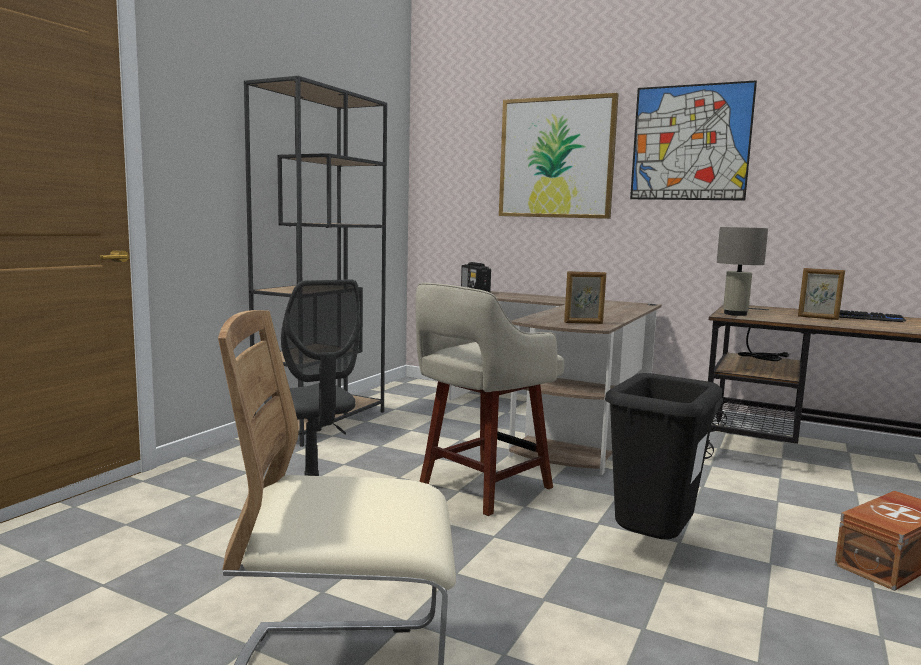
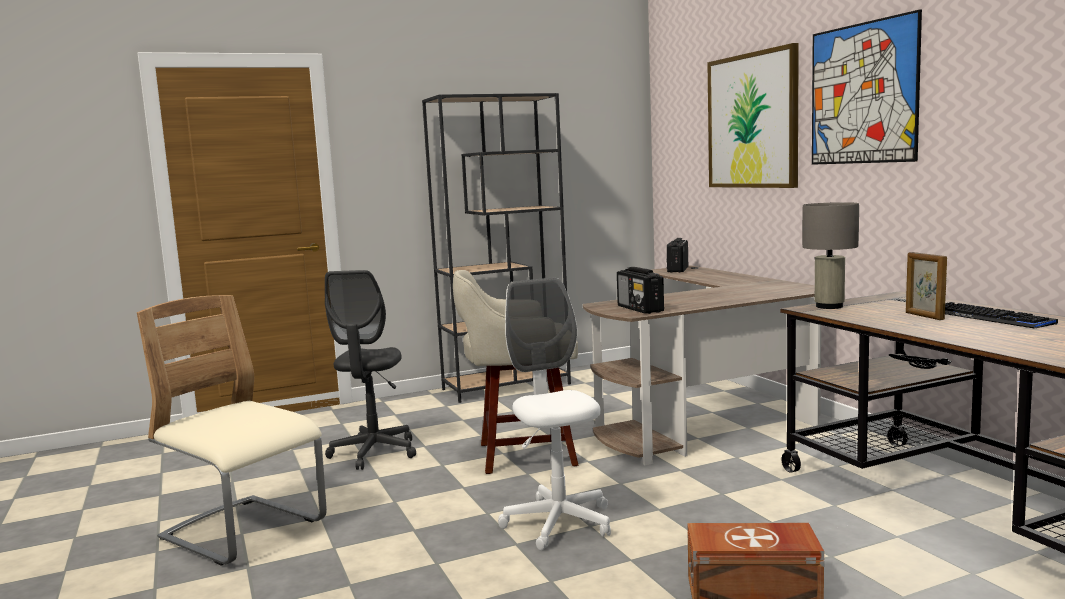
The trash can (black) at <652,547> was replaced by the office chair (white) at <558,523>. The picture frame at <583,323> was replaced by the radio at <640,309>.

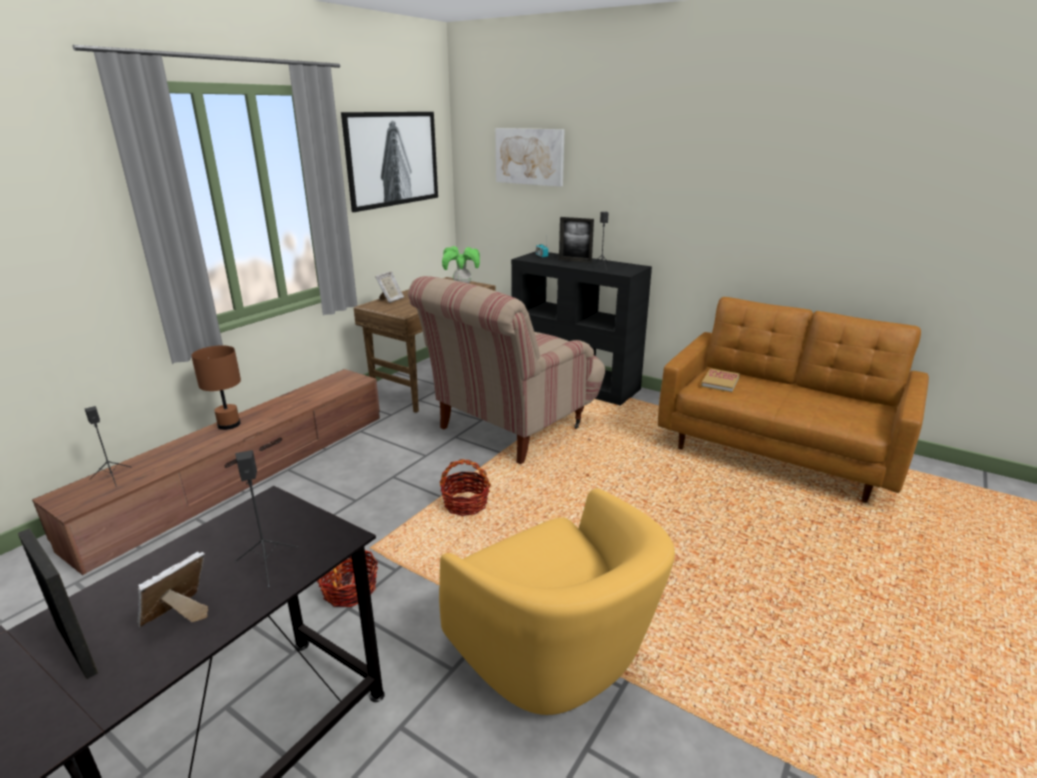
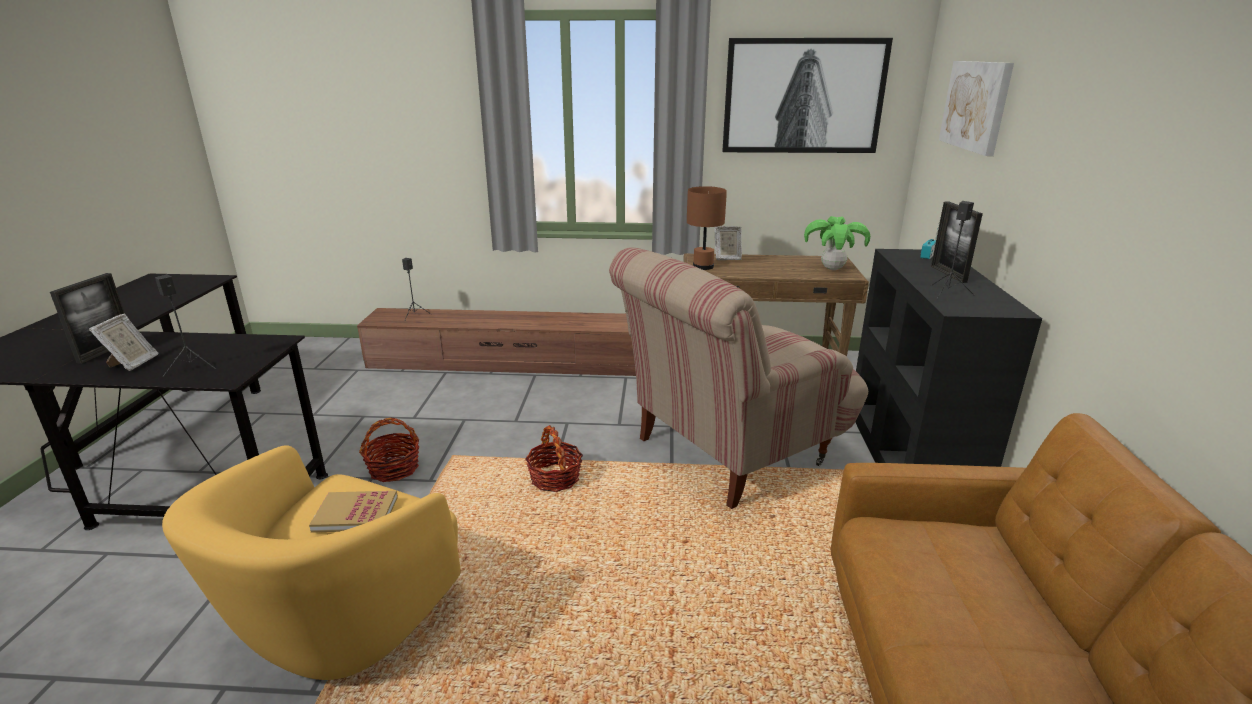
The picture frame at <179,617> turned 90 degrees clockwise. The book moved from <720,382> to <356,514>. The armchair (beige) at <511,428> turned 45 degrees counterclockwise. The table lamp (brown) moved from <229,424> to <703,266>.

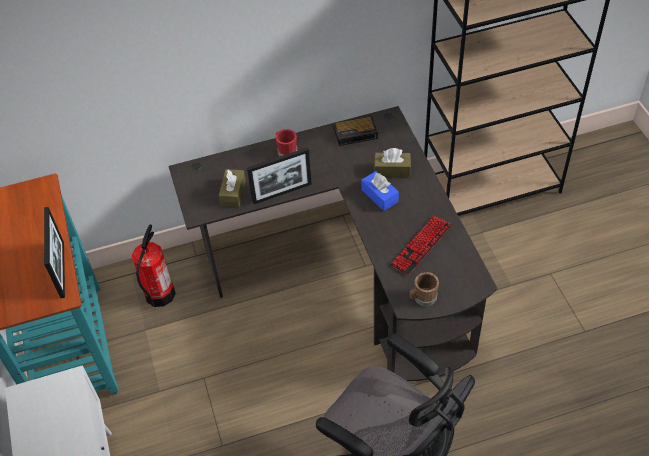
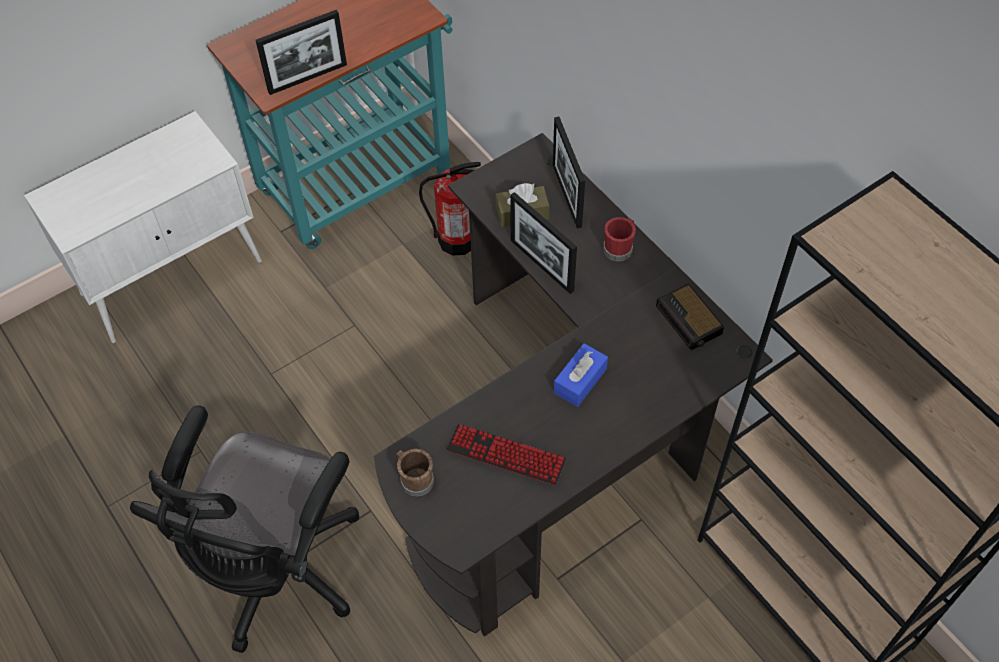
The picture frame at <566,195> appeared. The tissue box (brown) at <392,169> disappeared.

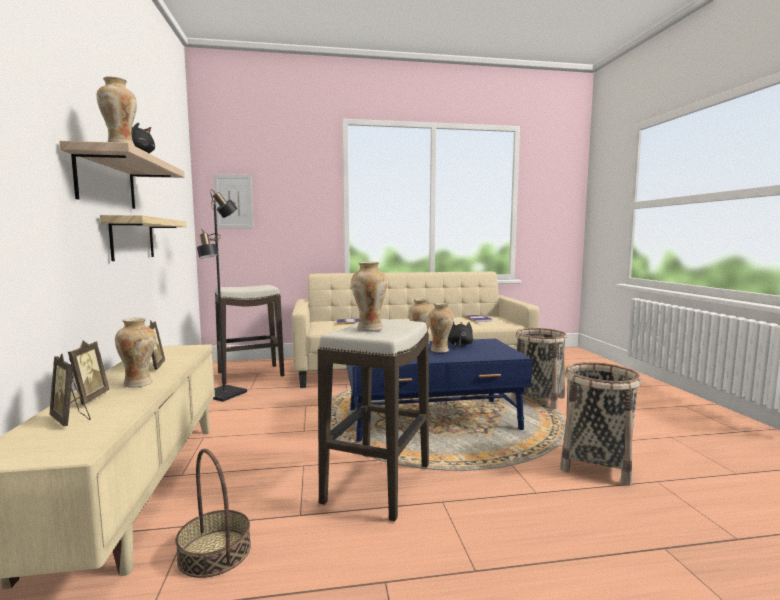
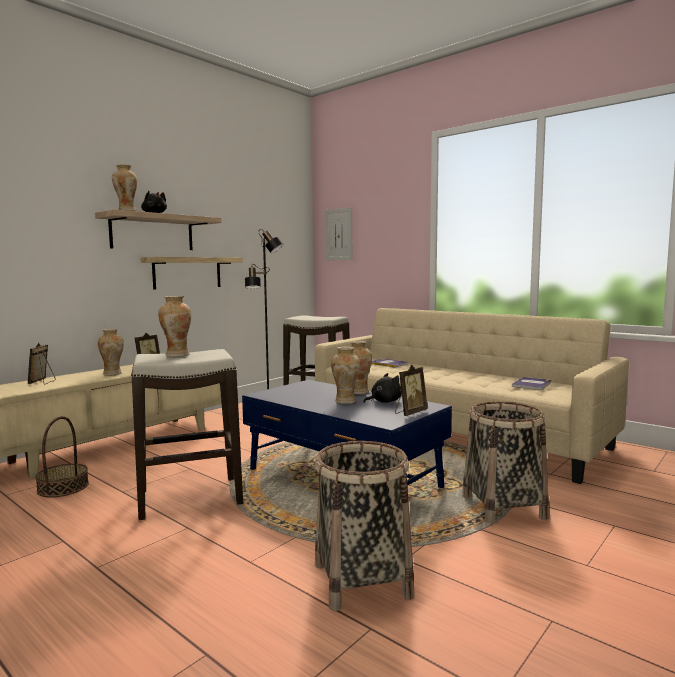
The picture frame moved from <86,399> to <410,413>.

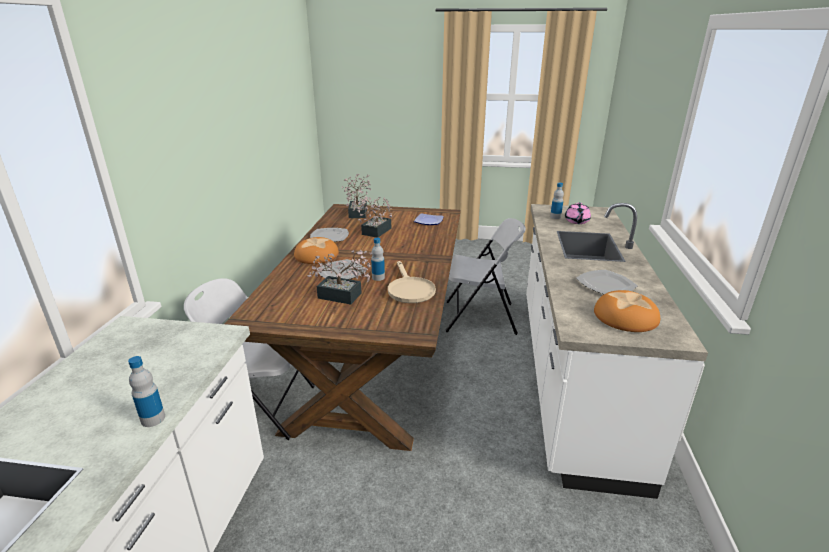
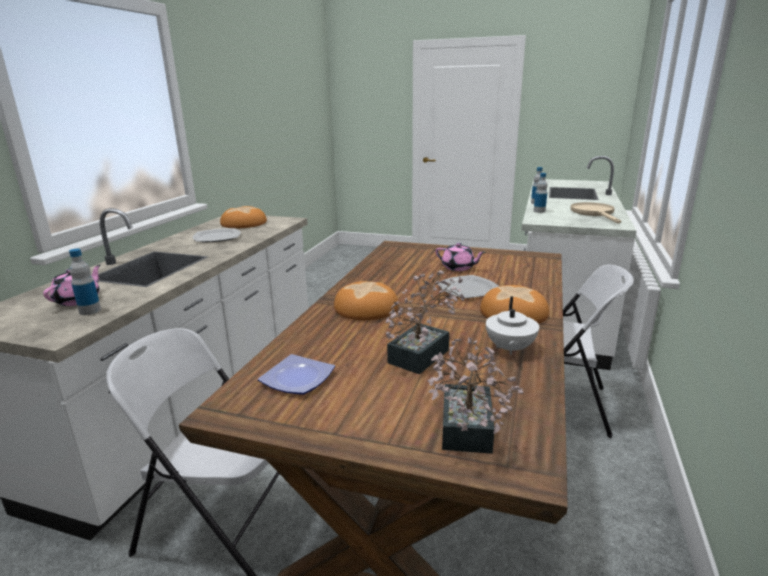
The bread at <367,308> appeared. The potted plant at <344,297> was replaced by the teapot (pink) at <458,268>. The plate at <330,236> was replaced by the teapot (white) at <509,349>. The bottle moved from <378,277> to <539,211>. The frying pan (beige) moved from <409,289> to <595,213>.

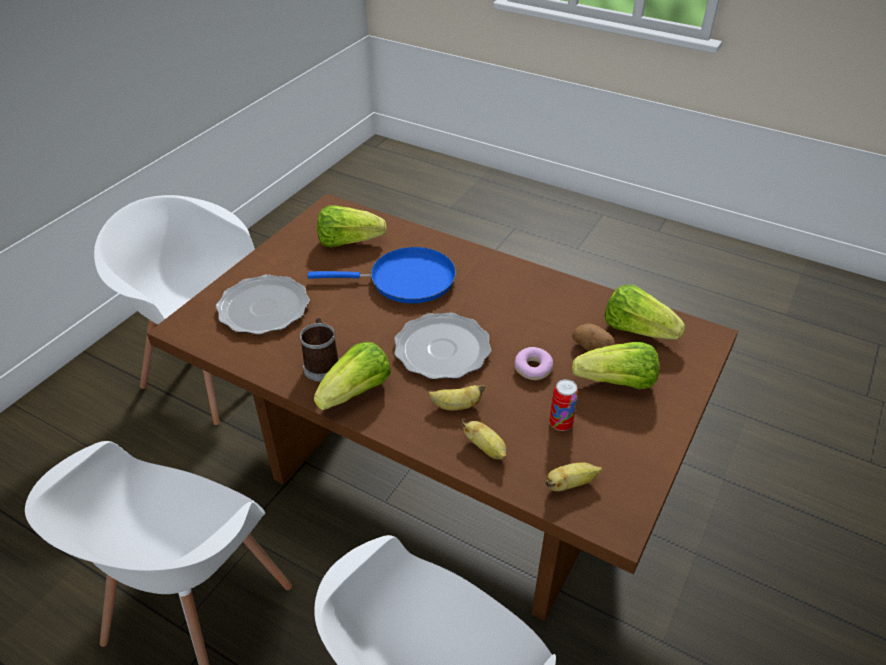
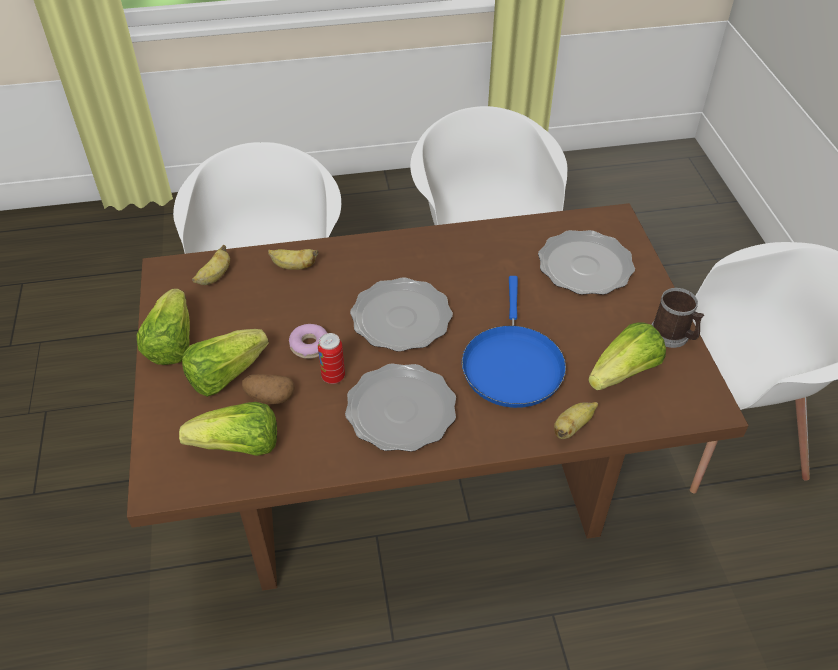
The lettuce moved from <356,392> to <171,343>. The can moved from <560,424> to <333,376>. The plate at <401,410> appeared. The frying pan (blue) at <405,280> turned 45 degrees counterclockwise. The banana moved from <456,406> to <572,427>. The mug moved from <322,364> to <673,335>.

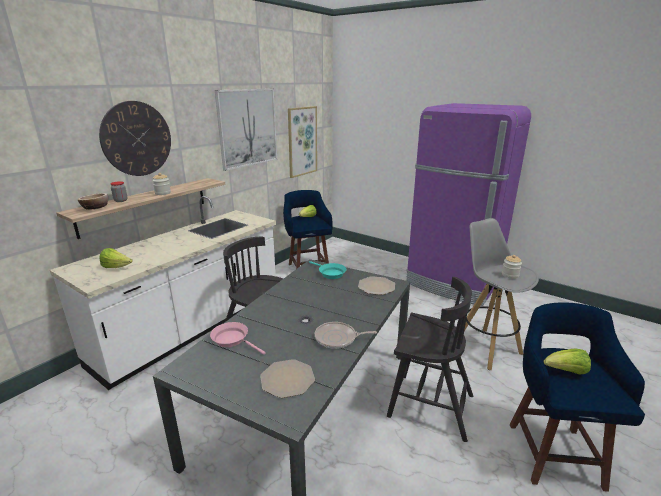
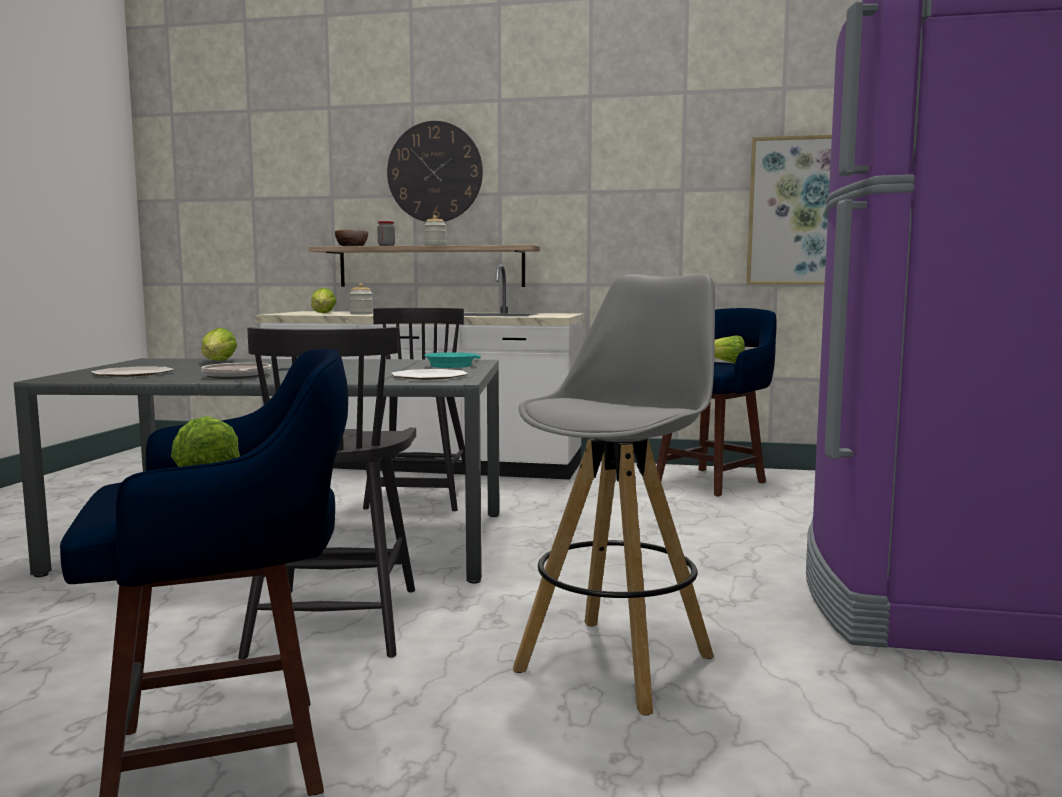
The frying pan (pink) at <233,340> was replaced by the lettuce at <218,361>. The jar moved from <510,275> to <361,314>. The picture at <247,128> disappeared.

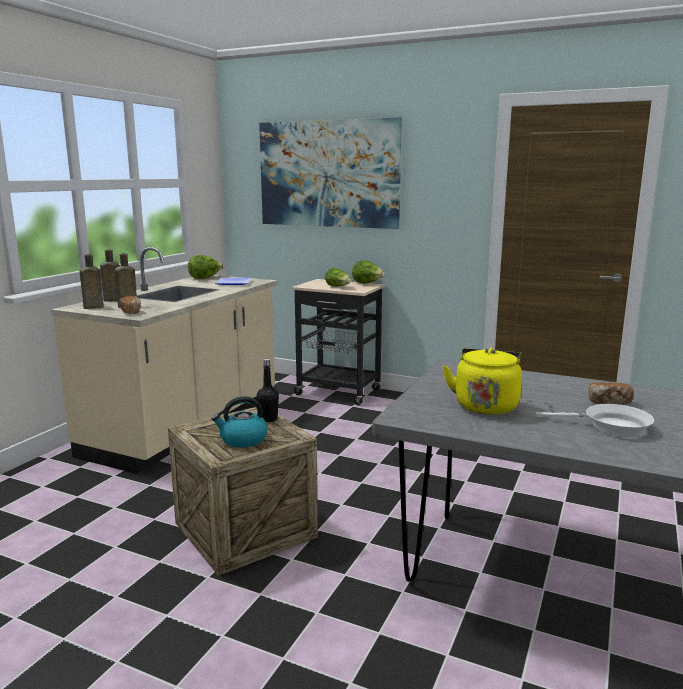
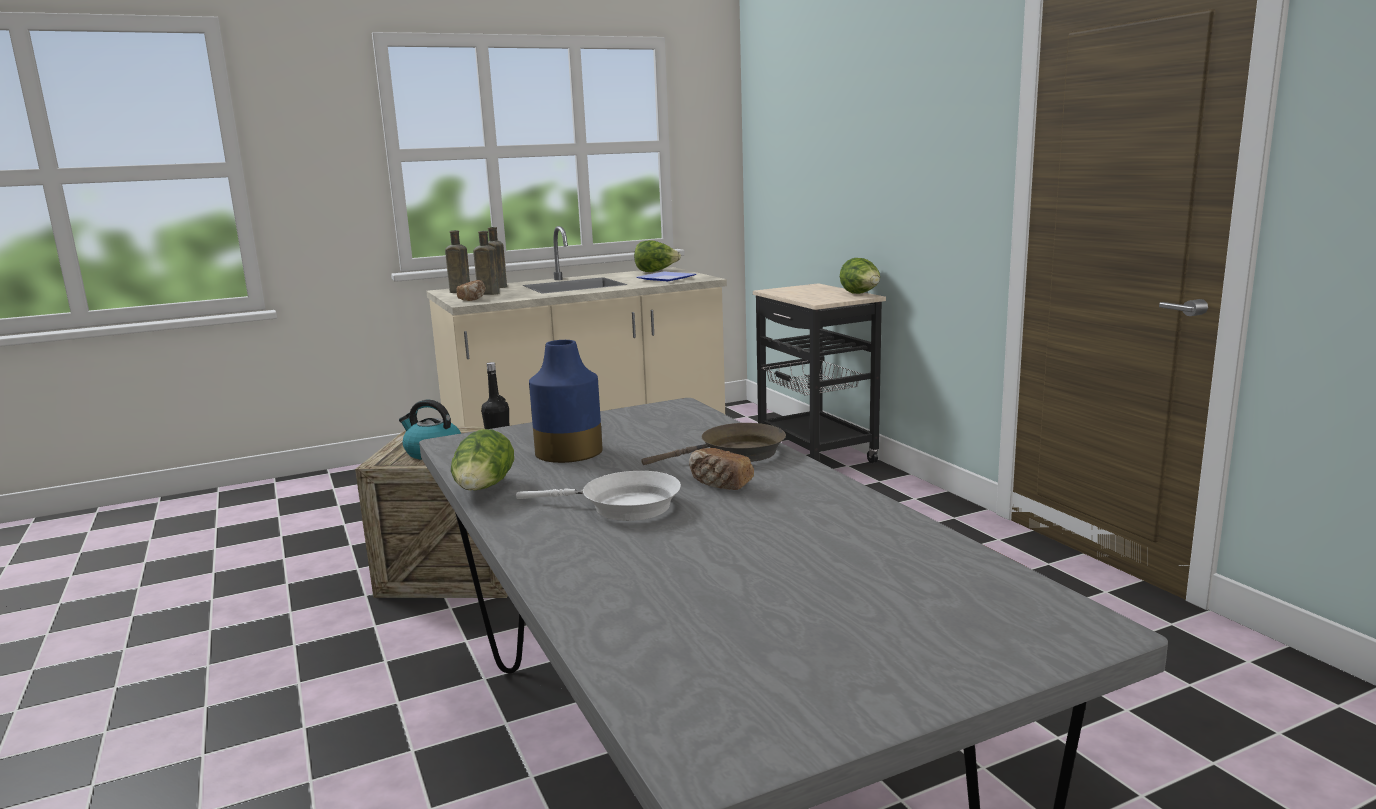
The lettuce moved from <338,287> to <484,489>. The frying pan (white) at <610,427> turned 45 degrees counterclockwise. The kettle (yellow) at <485,405> was replaced by the vase (blue) at <569,451>. The frying pan (brown) at <736,453> appeared. The picture at <328,174> disappeared.

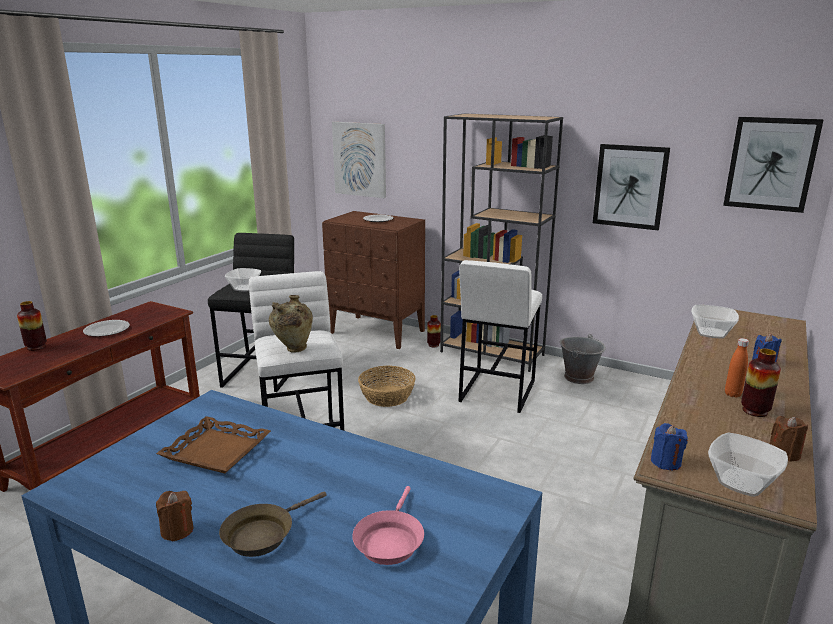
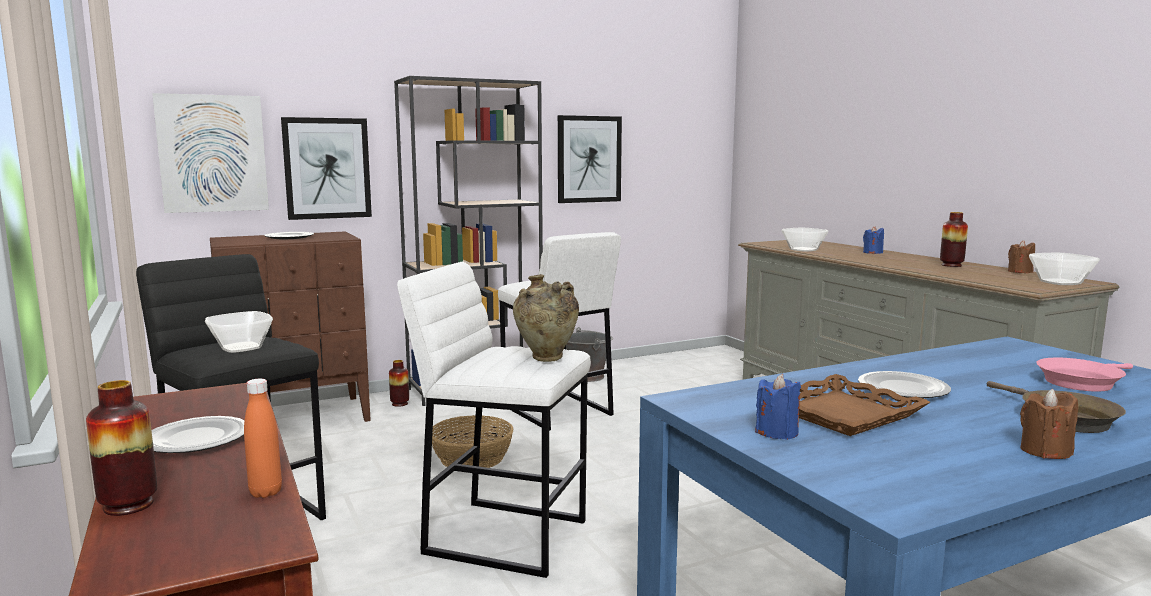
The bottle (orange) moved from <732,394> to <265,492>. The picture moved from <771,164> to <327,168>. The candle (blue) moved from <666,462> to <777,432>. The plate at <902,389> appeared. The frying pan (pink) at <389,540> turned 105 degrees clockwise.

